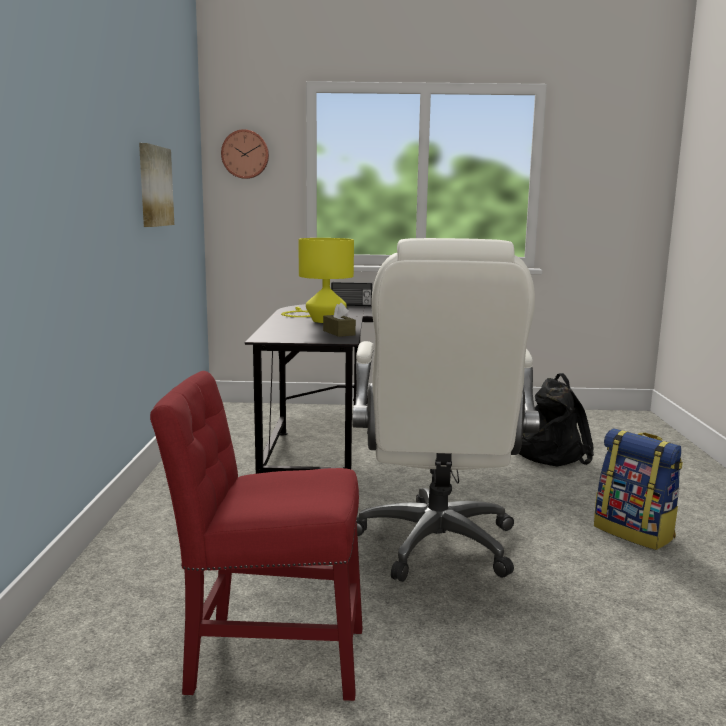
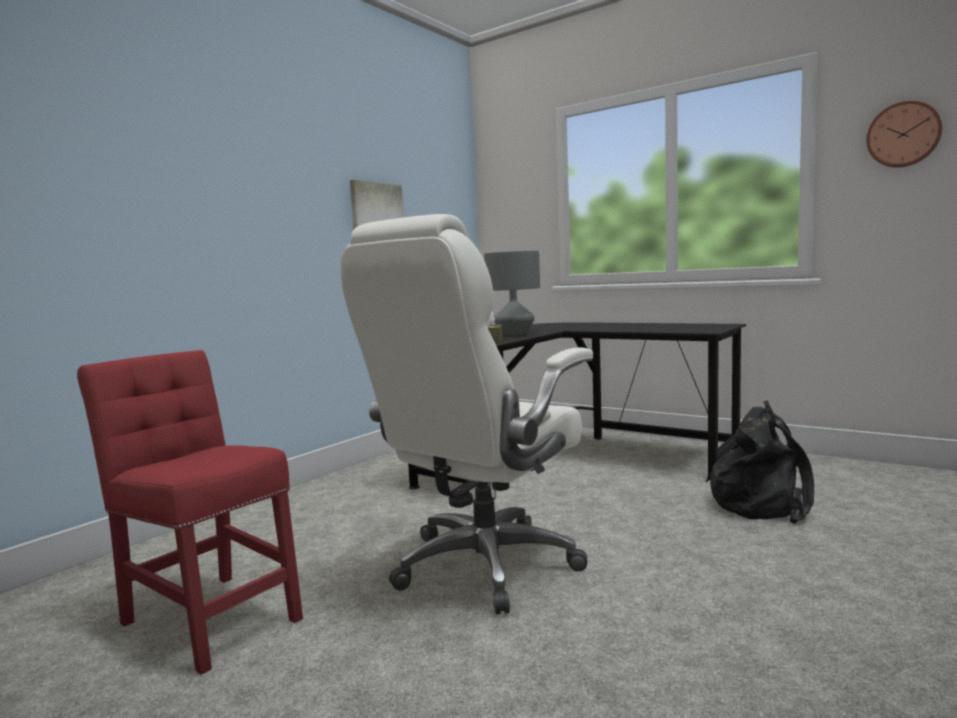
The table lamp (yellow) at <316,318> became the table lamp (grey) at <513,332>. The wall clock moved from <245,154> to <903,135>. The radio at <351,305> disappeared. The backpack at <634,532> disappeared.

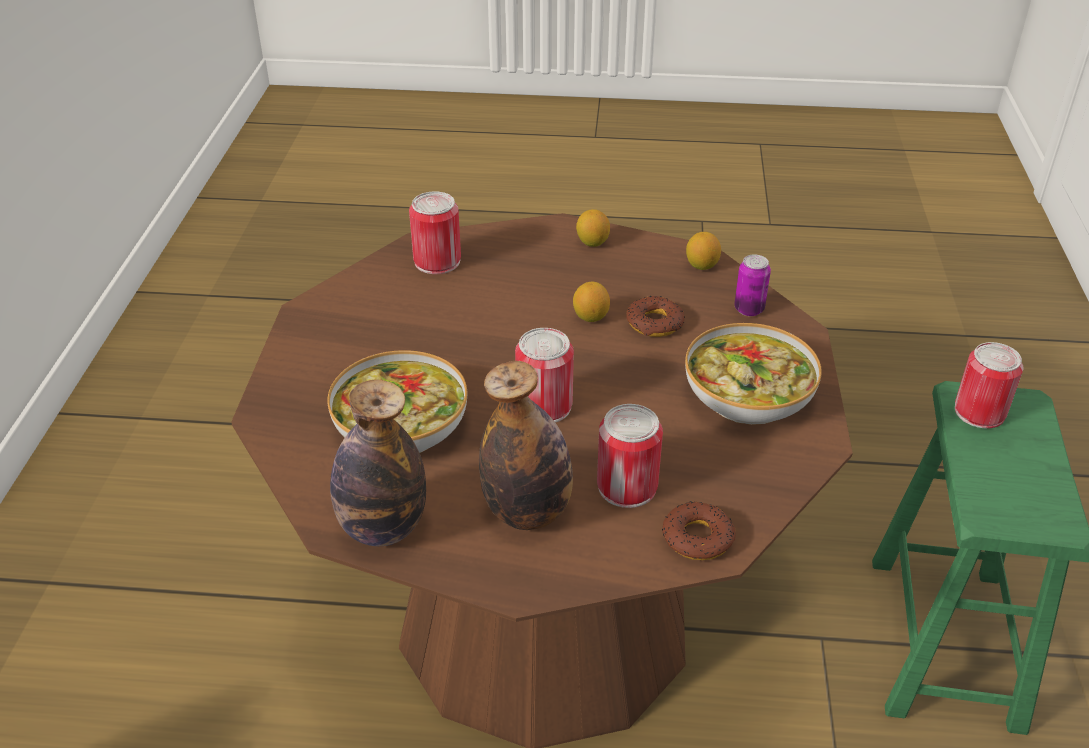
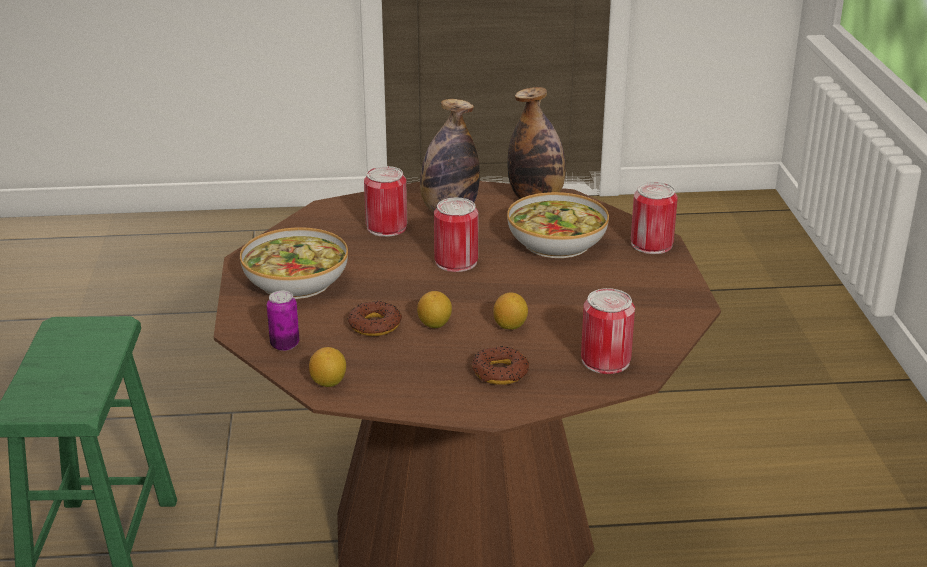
The donut moved from <697,537> to <500,372>. The lemon moved from <592,243> to <510,326>. The can moved from <979,412> to <651,244>.

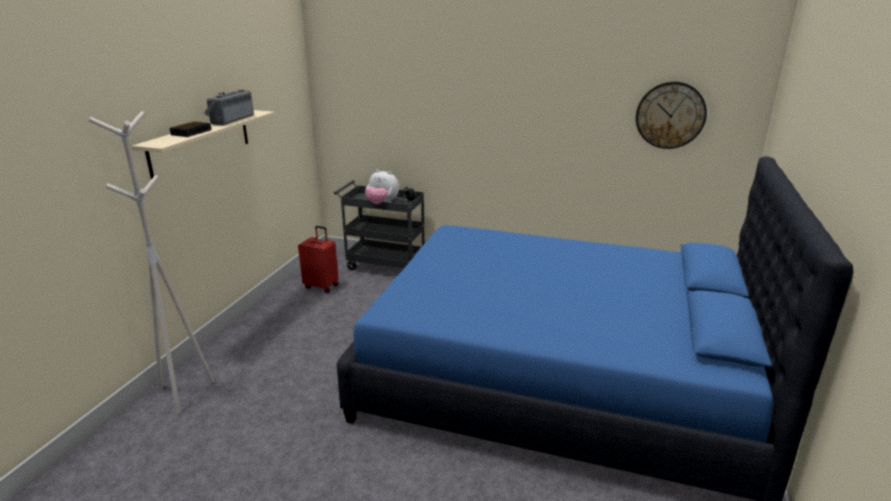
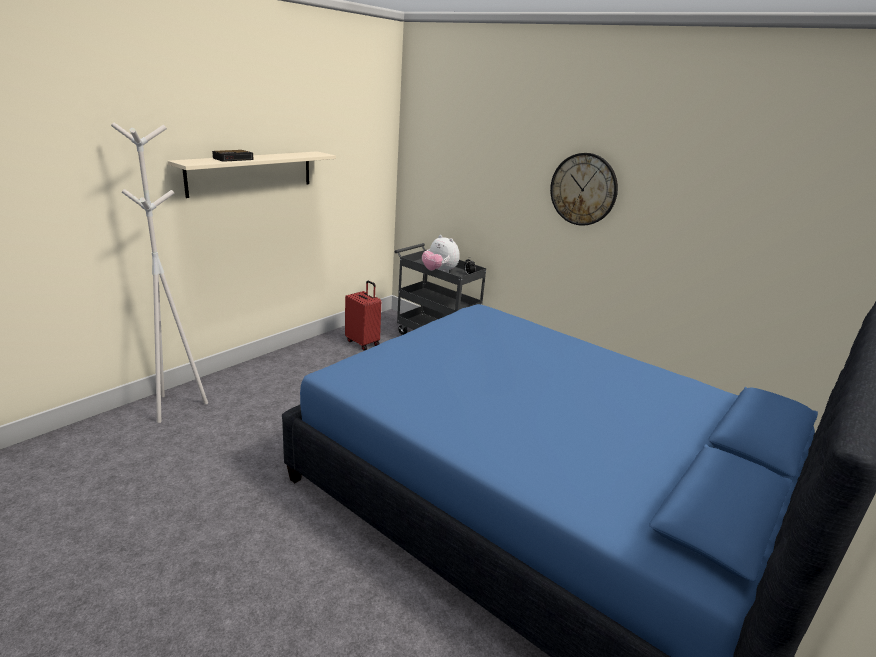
The wall clock moved from <670,115> to <583,189>. The radio at <230,120> disappeared.

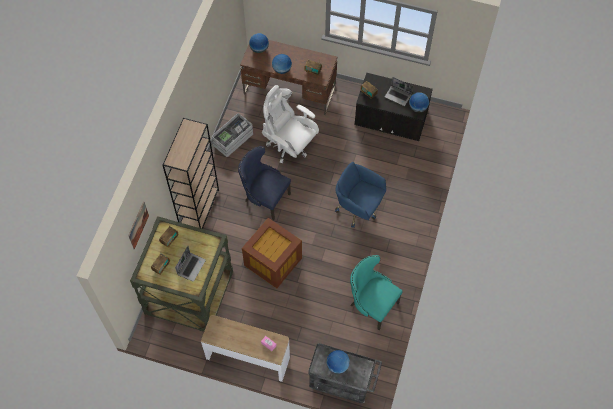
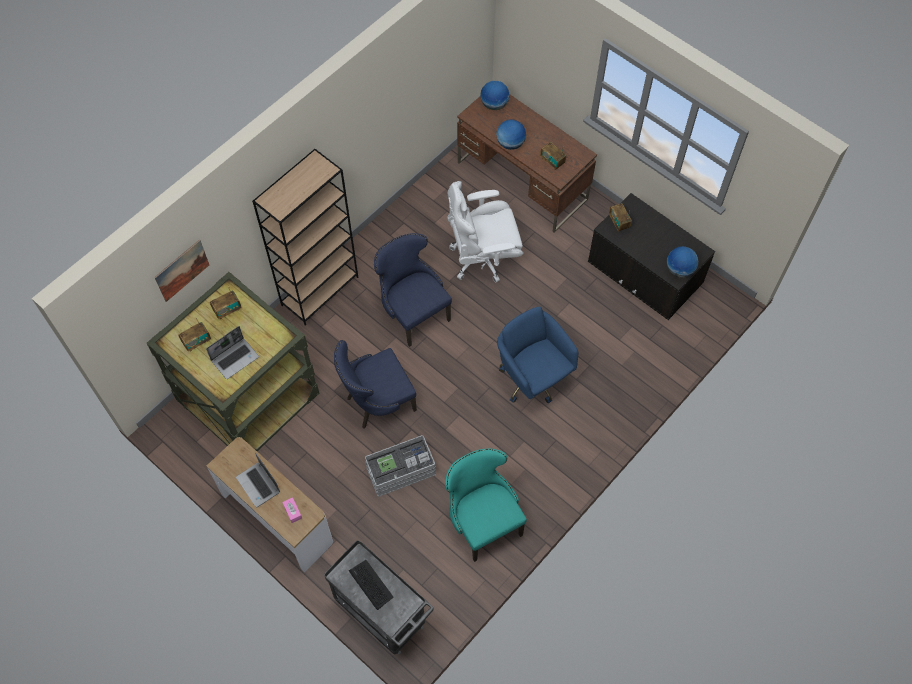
The laptop moved from <398,96> to <259,485>. The storage box (brown) at <272,262> was replaced by the chair (blue) at <377,402>. The globe at <337,365> was replaced by the keyboard at <371,584>. The storage box (grey) moved from <233,139> to <401,470>. The office chair (white) at <290,147> turned 75 degrees counterclockwise.

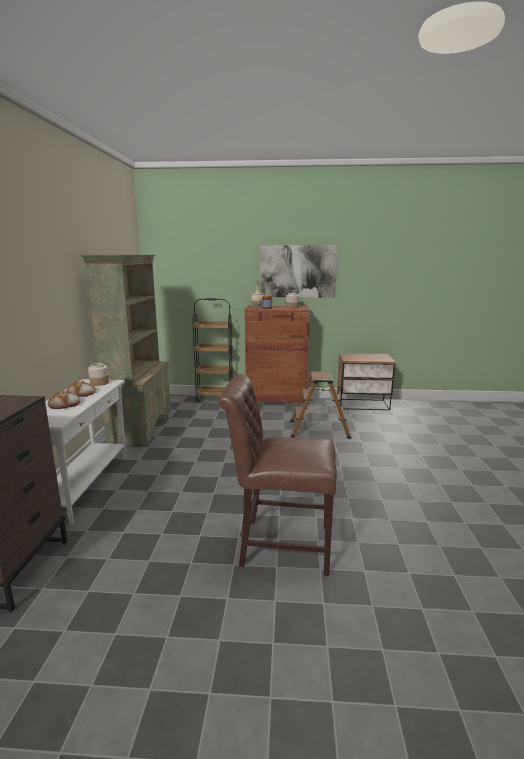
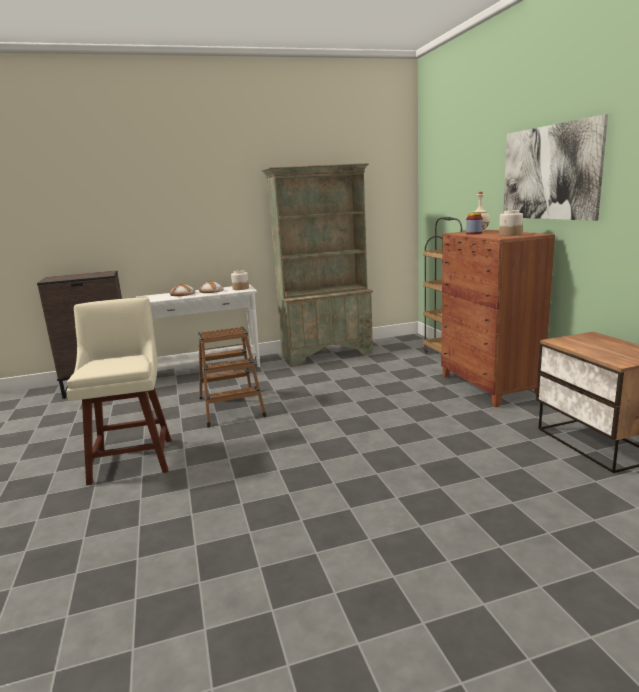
The chair (brown) at <279,544> was replaced by the stool (beige) at <133,458>. The step ladder (brown) moved from <319,429> to <231,406>.

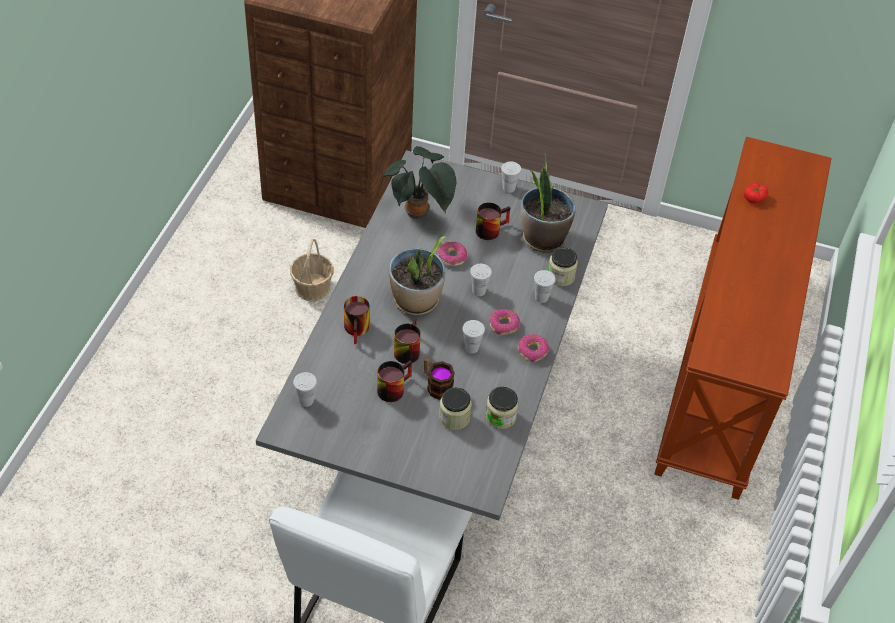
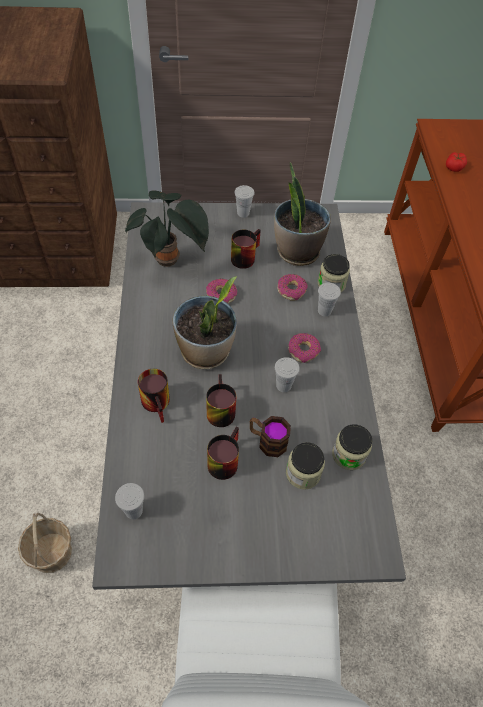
The basket moved from <312,287> to <51,552>. The donut moved from <533,351> to <291,290>. The cup (white) at <479,291> disappeared.

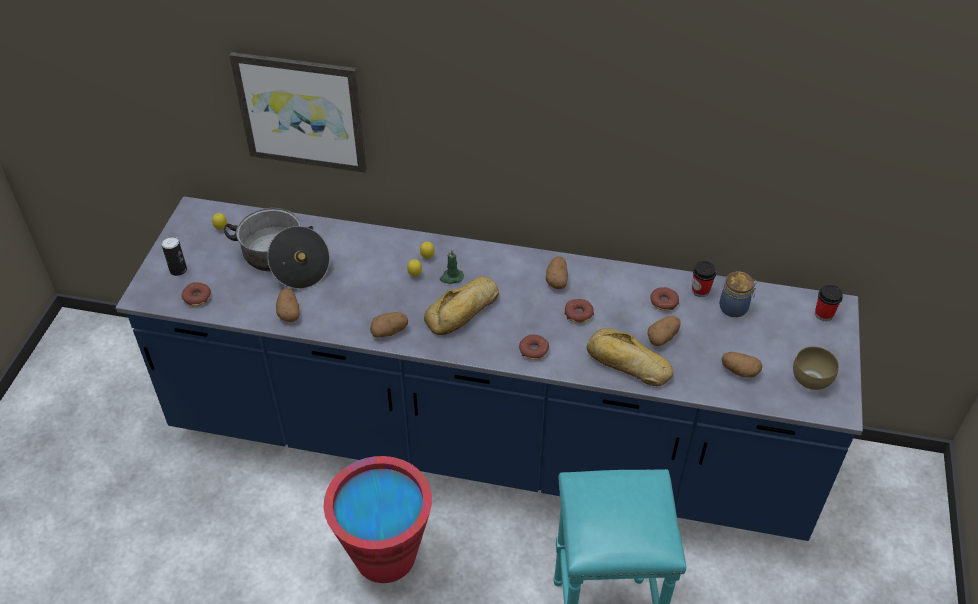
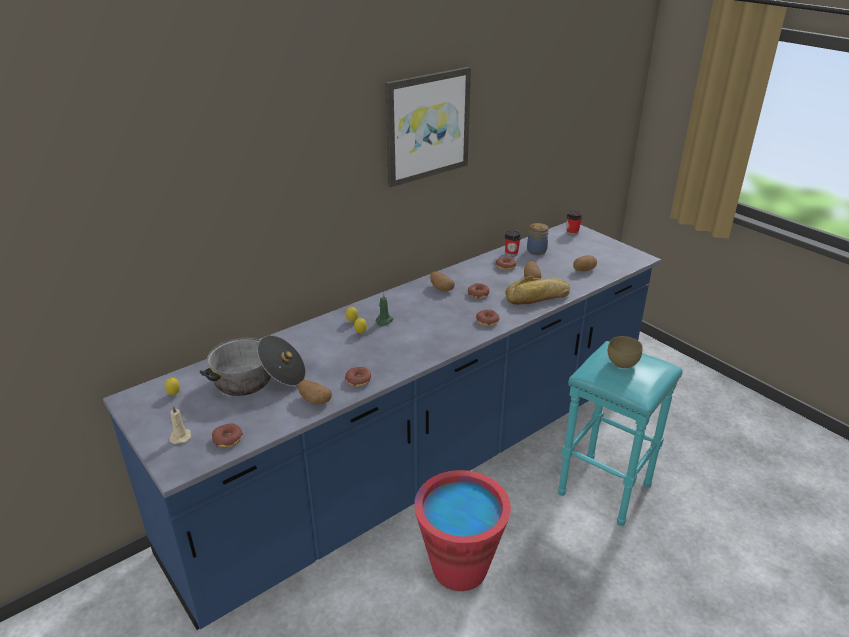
The can at <178,270> was replaced by the candle (beige) at <180,436>. The donut at <358,380> appeared. The picture moved from <302,111> to <427,126>. The bowl (brown) moved from <811,381> to <623,363>. The potato at <389,331> disappeared. The bread at <464,311> disappeared.

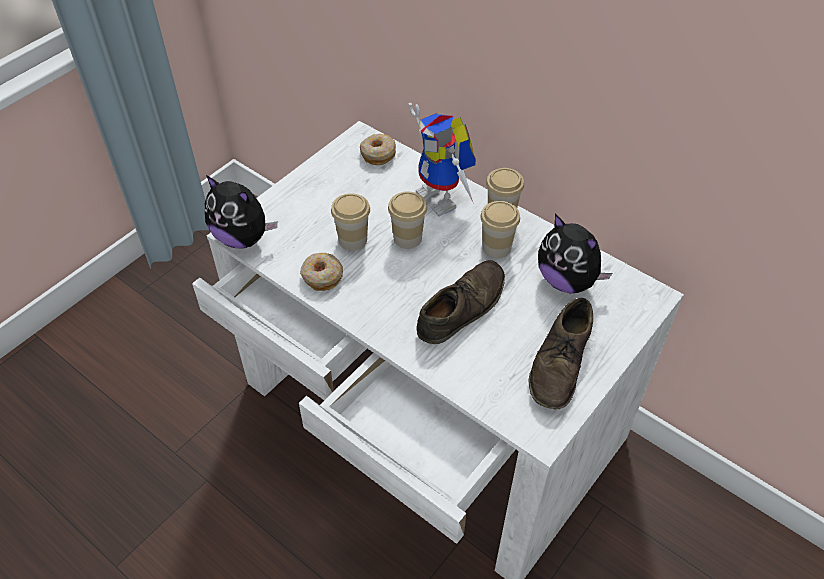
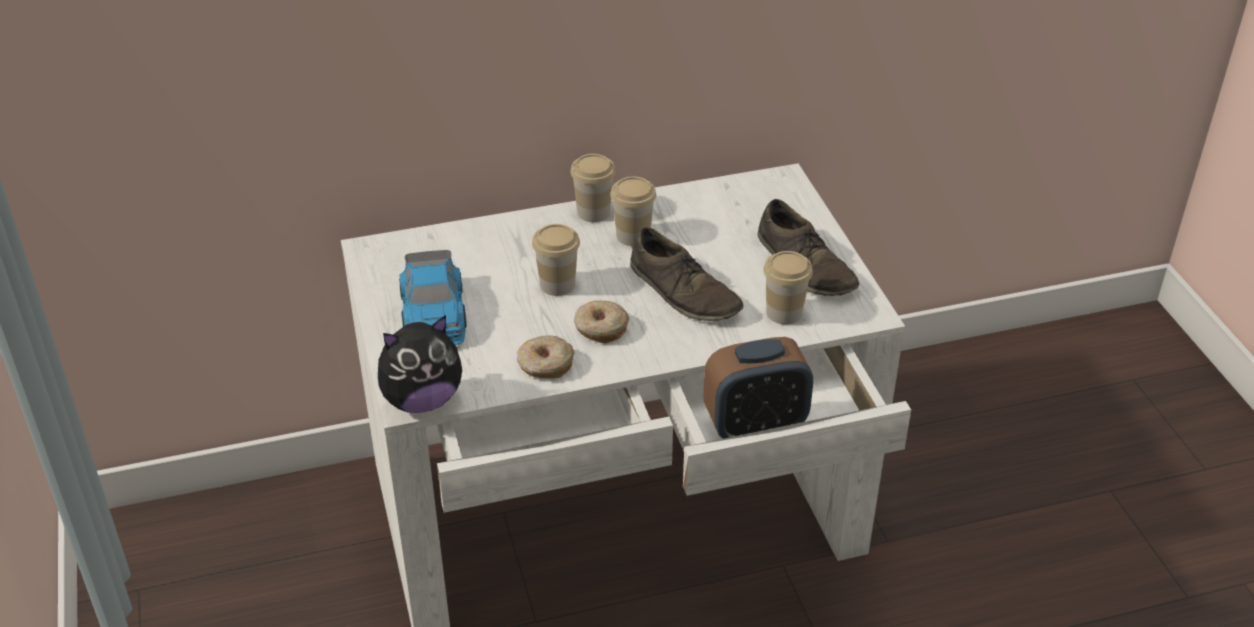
The toy car at <433,314> appeared. The donut moved from <378,154> to <600,328>. The shoe (brown) at <461,307> turned 150 degrees clockwise. The alarm clock at <755,426> appeared. The cup moved from <353,240> to <784,312>. The toy robot at <444,199> disappeared. The plush toy at <567,280> disappeared.

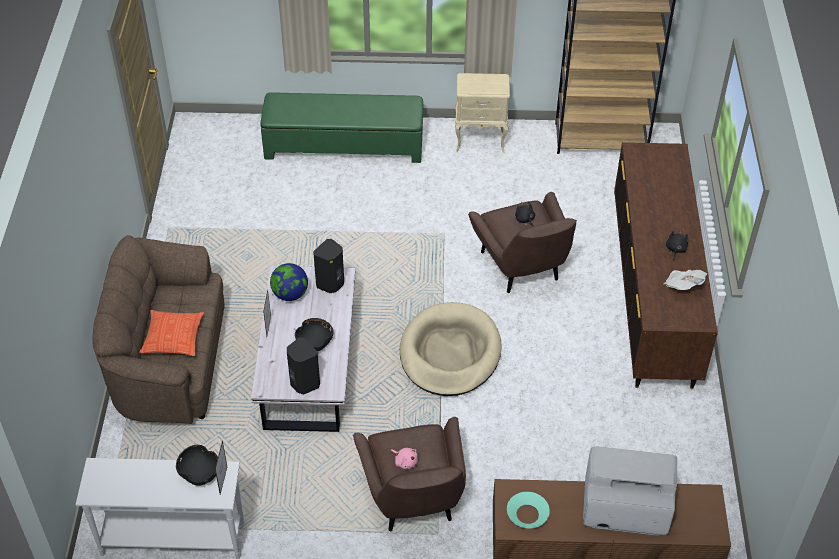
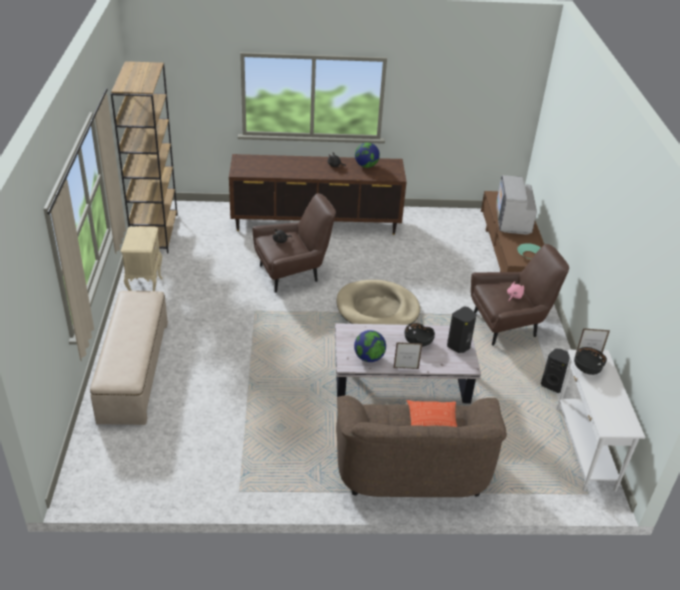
The bench (green) at <345,144> became the bench (beige) at <134,369>. The newspaper at <683,285> was replaced by the globe at <366,166>. The speaker (black) moved from <331,284> to <553,385>.

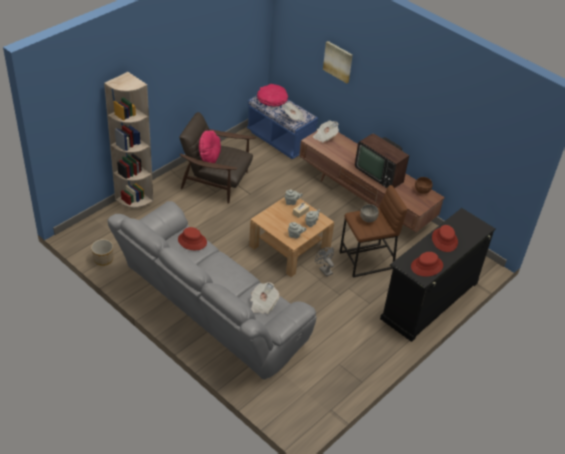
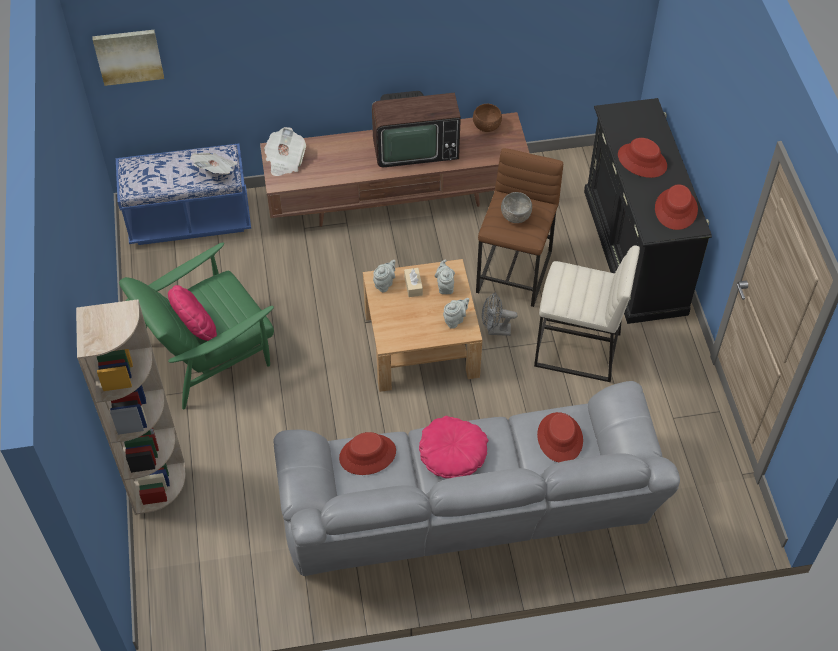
The picture moved from <338,61> to <128,56>. The armchair (brown) at <216,181> became the armchair (green) at <208,352>. The pillow (pink) moved from <271,99> to <452,454>. The stool (beige) at <577,349> appeared. The newspaper at <263,304> was replaced by the hat (red) at <560,438>. The planter at <103,259> disappeared.

